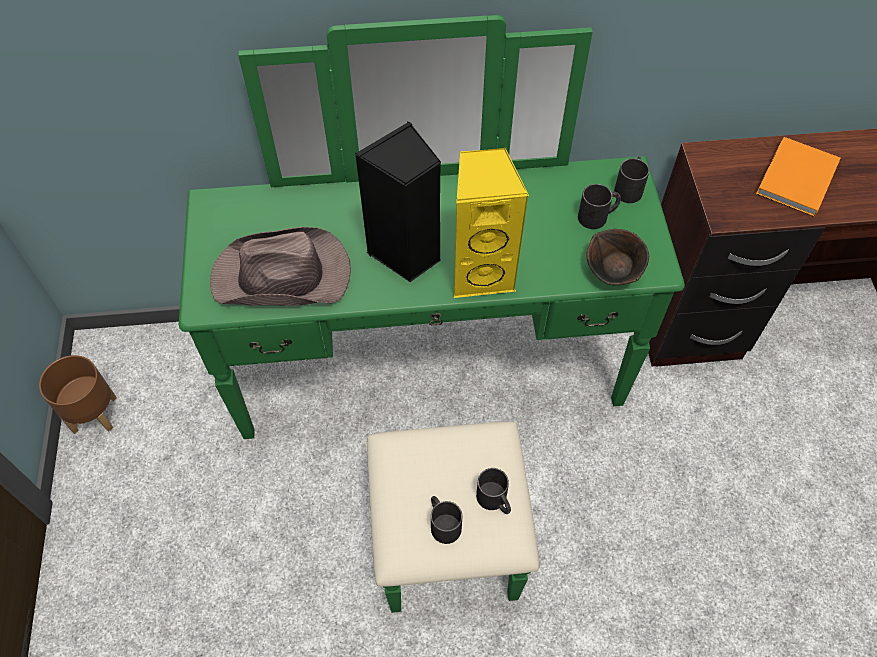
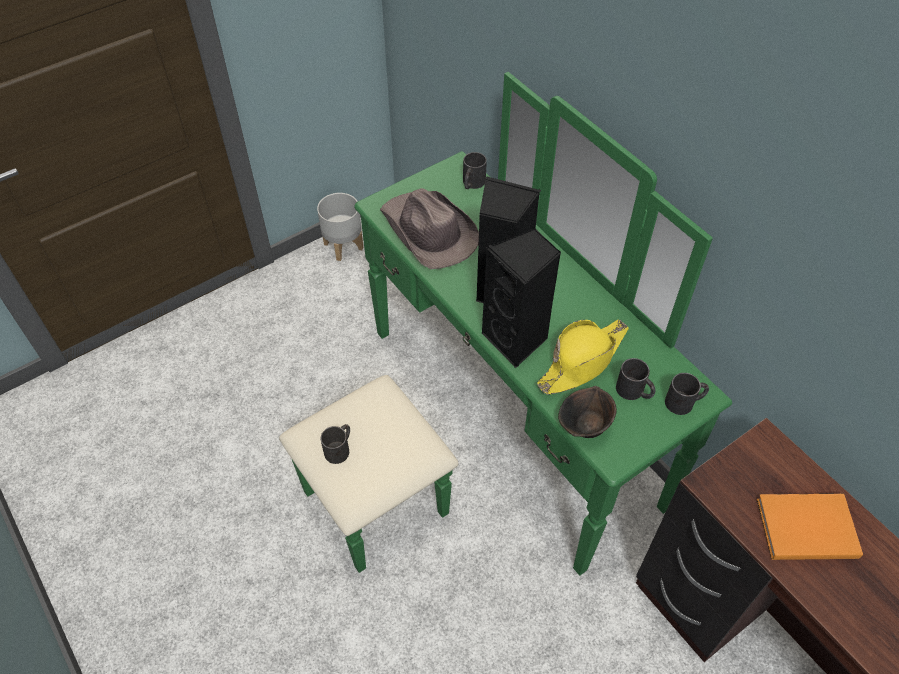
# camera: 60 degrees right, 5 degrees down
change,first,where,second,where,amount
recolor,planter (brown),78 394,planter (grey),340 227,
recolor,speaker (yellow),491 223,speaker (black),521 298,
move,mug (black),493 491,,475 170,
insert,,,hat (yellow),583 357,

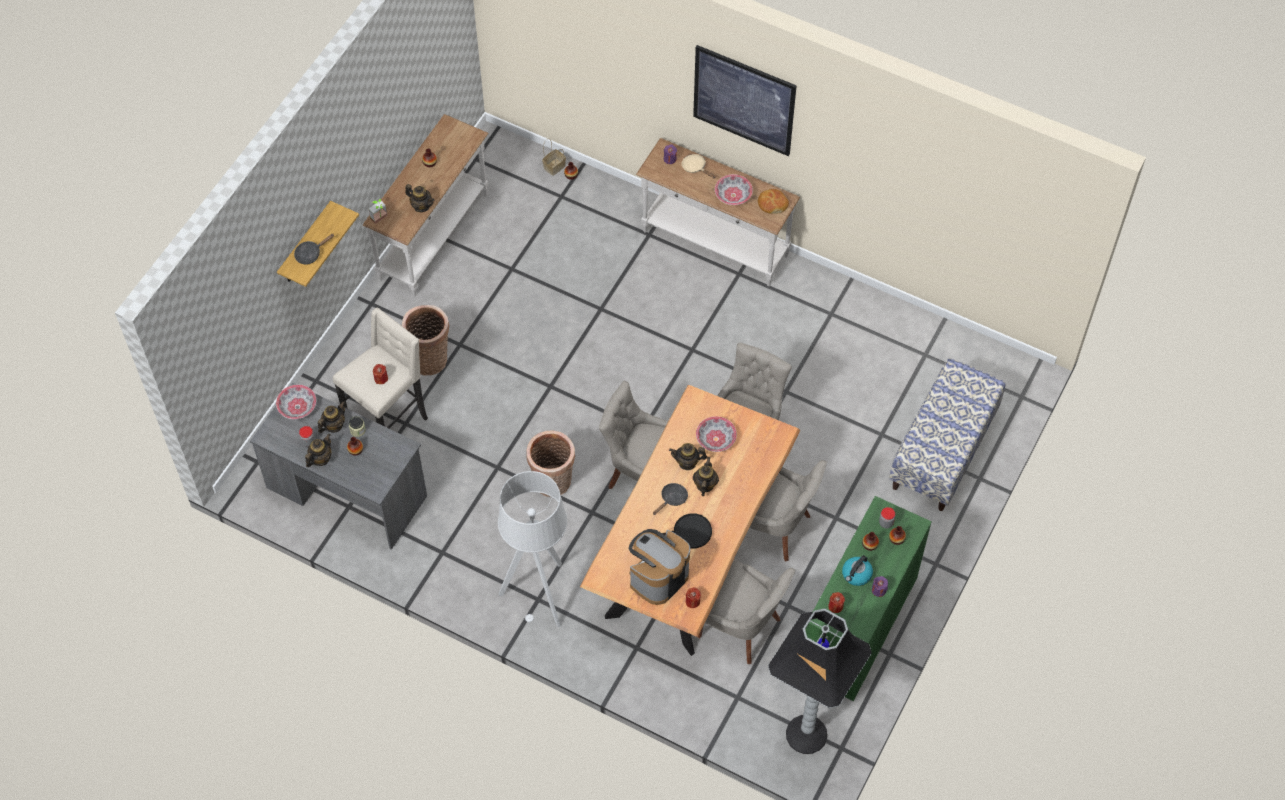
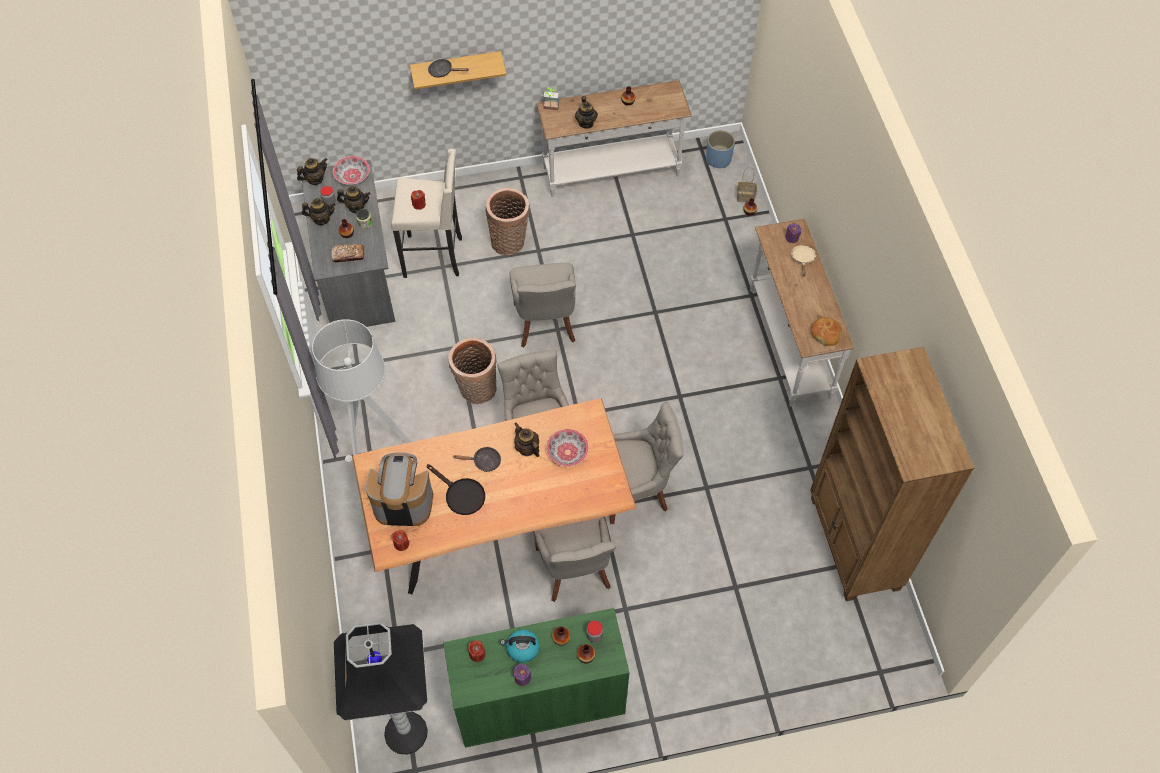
# camera: 50 degrees right, 0 degrees up
change,first,where,second,where,amount
delete,picture,745 100,,,
move,teapot,706 476,,312 171,
move,chair (grey),746 611,,543 305,
delete,bowl,734 189,,,
delete,bench,947 434,,,
insert,,,bread,347 253,
insert,,,planter (blue),720 149,
insert,,,bookcase (brown),892 474,

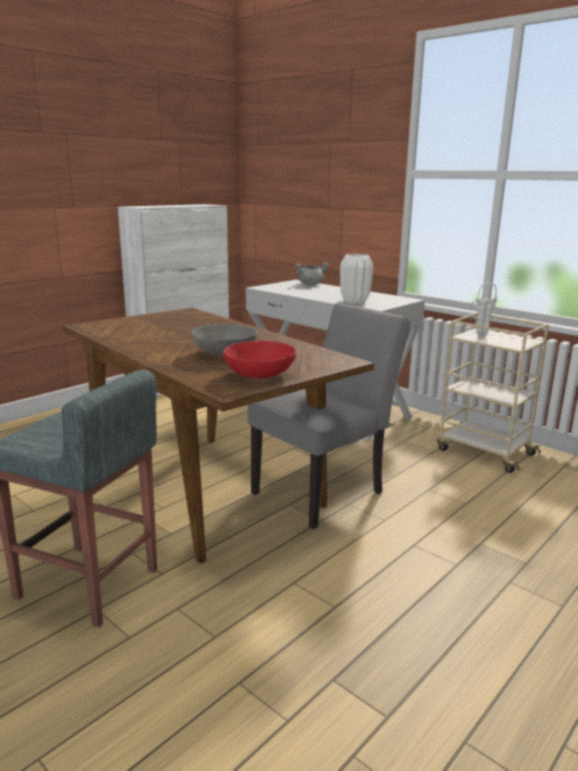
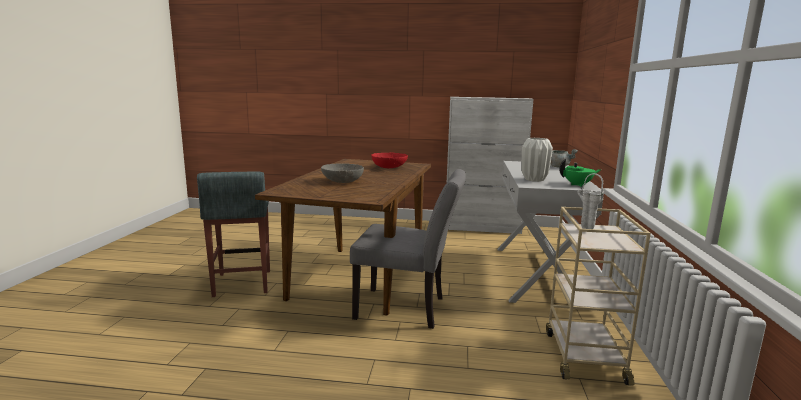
# camera: 55 degrees right, 5 degrees down
change,first,where,second,where,amount
move,bowl (red),259 360,,389 160,
insert,,,teapot (green),580 173,

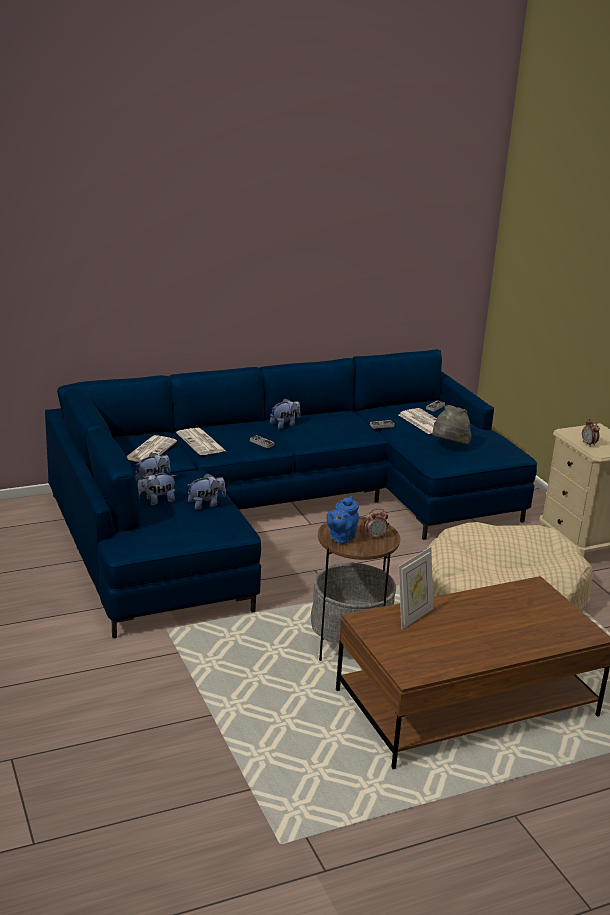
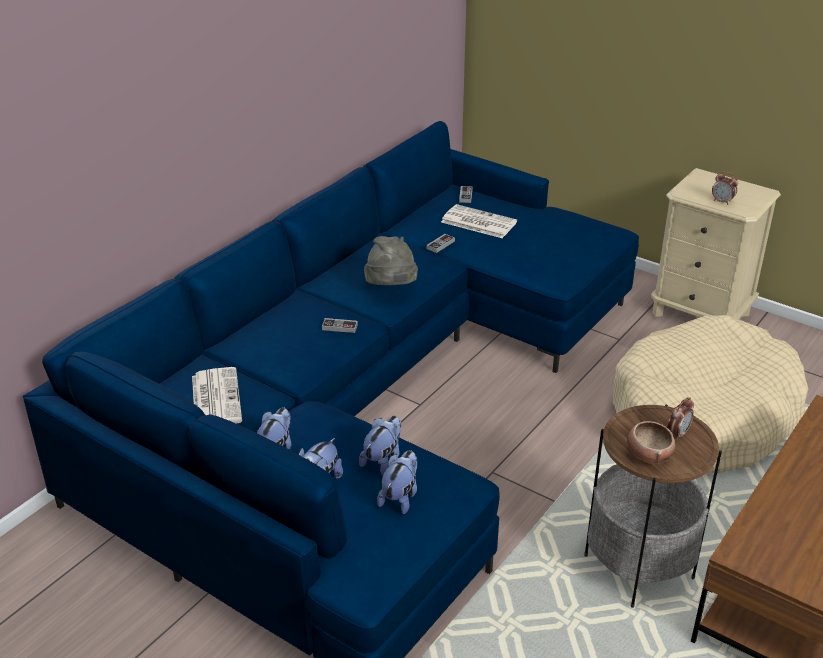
# camera: 30 degrees left, 10 degrees up
change,first,where,second,where,amount
delete,newspaper,201 441,,,
move,plush toy,285 414,,397 482,
replace,teapot (blue),343 520,bowl,651 442,
delete,picture frame,416 588,,,
move,hat (grey),452 425,,391 260,

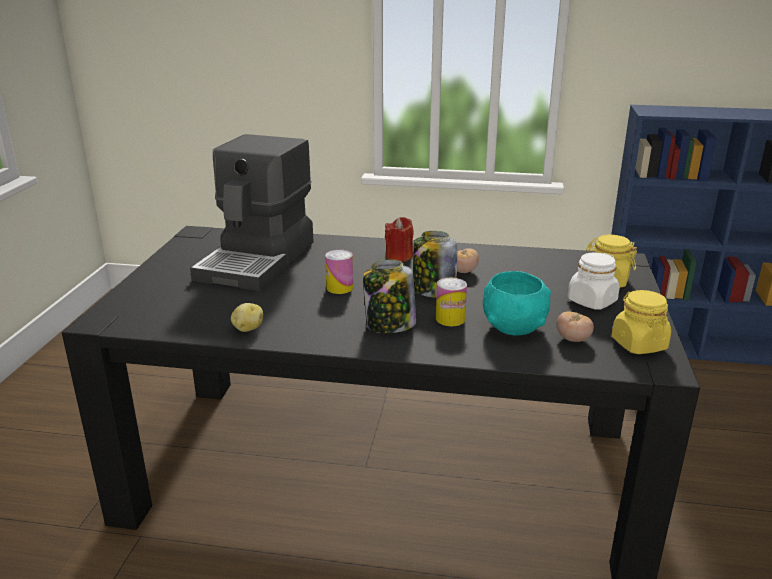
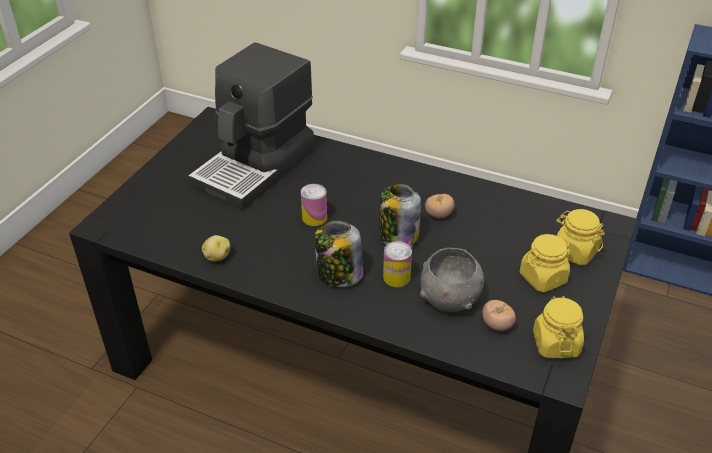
# camera: 15 degrees right, 15 degrees up
change,first,where,second,where,amount
delete,candle (red),399 239,,,
recolor,bowl (turquoise),517 303,bowl (grey),452 280,
recolor,jar (white),594 281,jar (yellow),545 263,

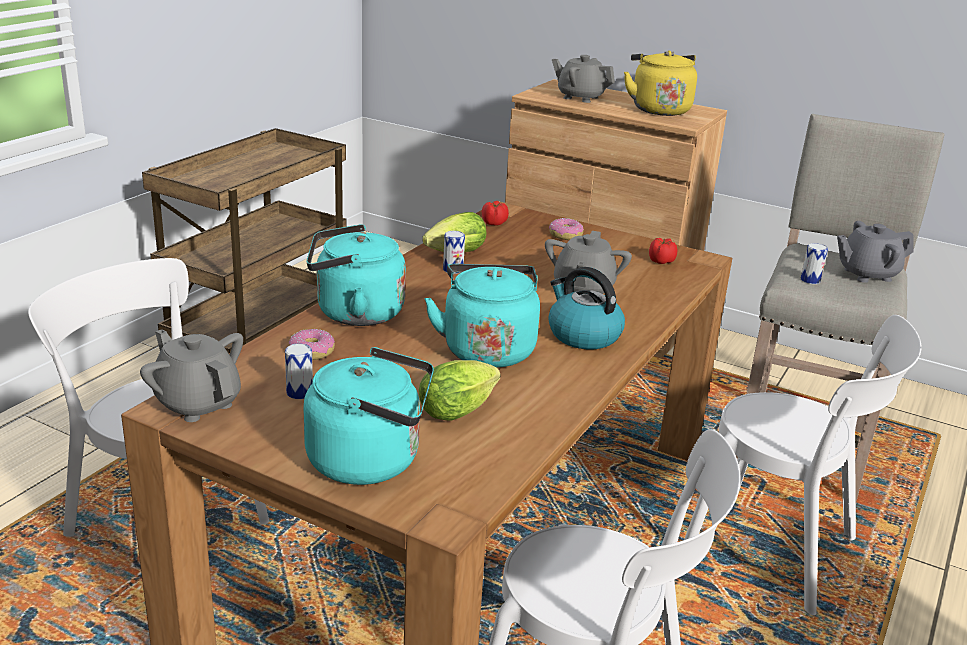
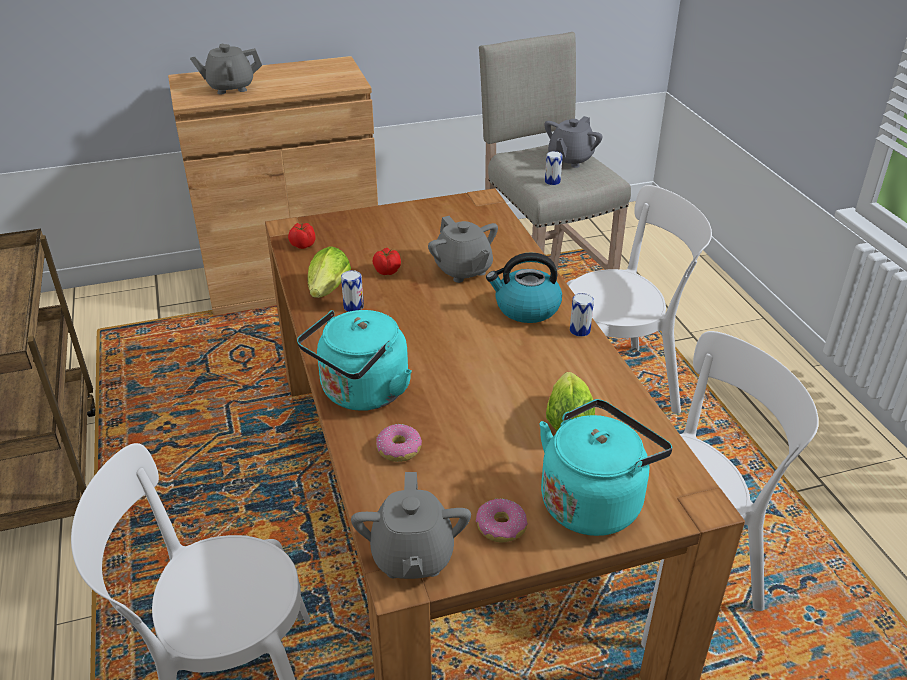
# camera: 45 degrees left, 10 degrees up
change,first,where,second,where,amount
rotate,teapot (grey),191 375,,411 525,90 degrees counterclockwise
move,can,299 371,,582 315,
delete,kettle (turquoise),482 316,,,
move,donut,566 229,,502 521,
delete,kettle (yellow),660 83,,,
move,tomato,663 251,,386 261,

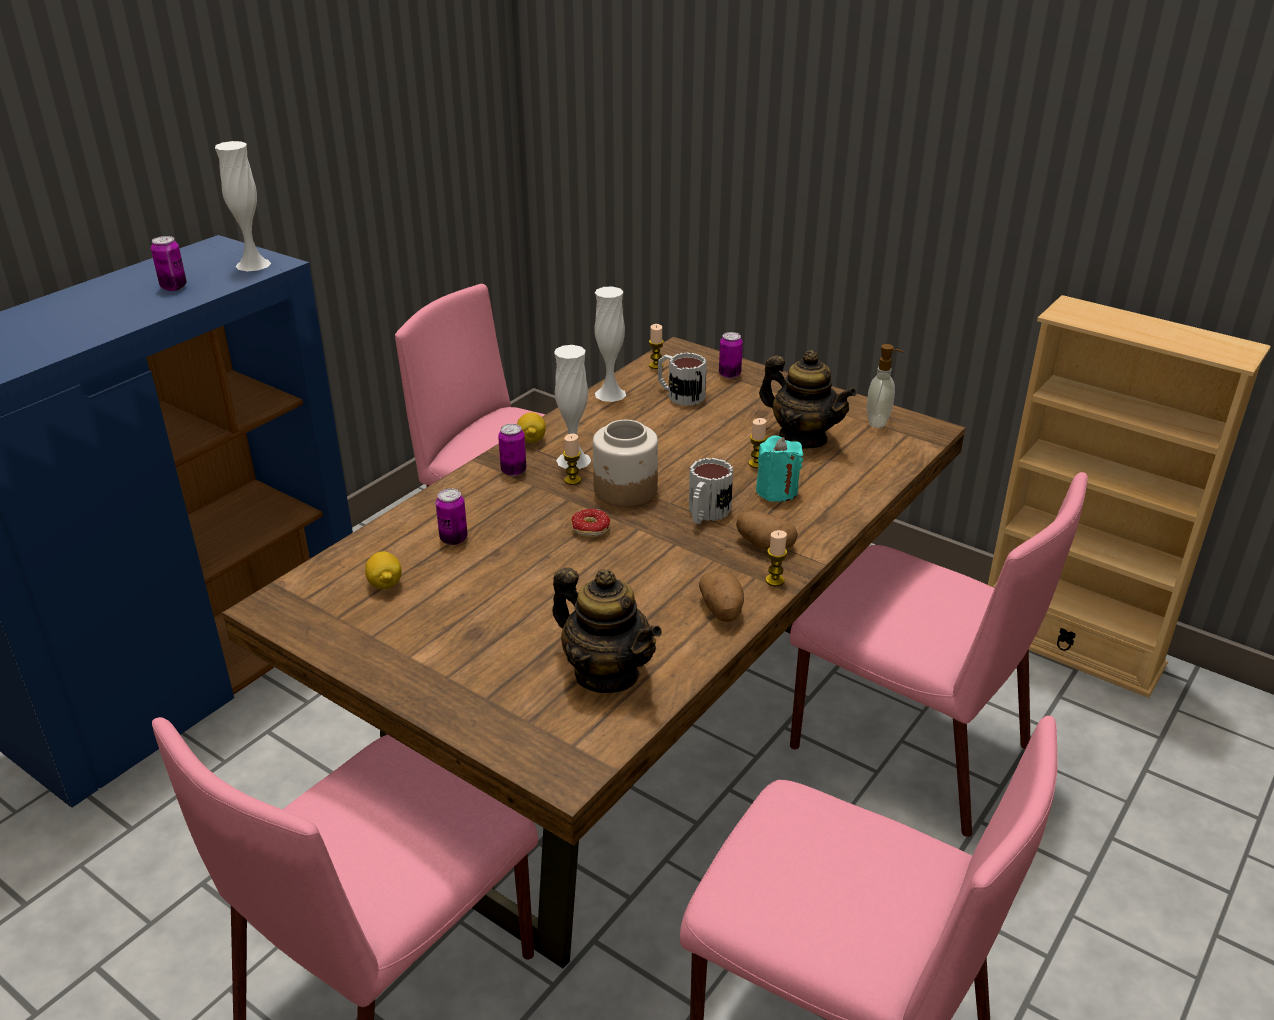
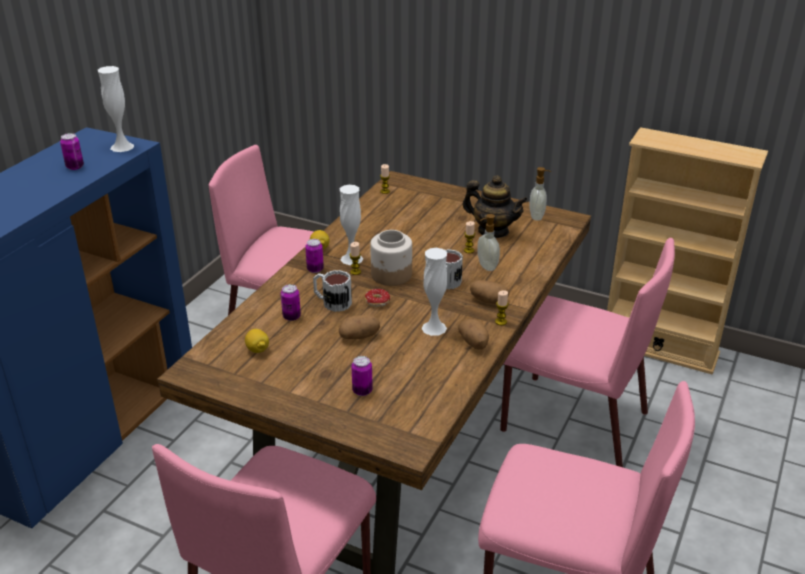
# camera: 10 degrees left, 0 degrees up
change,first,where,second,where,amount
delete,teapot,607 630,,,
move,vase (white),610 344,,434 292,
move,mug,682 379,,332 291,
move,can,731 355,,362 376,
replace,candle (turquoise),779 469,soap dispenser,488 242,
insert,,,potato,359 327,

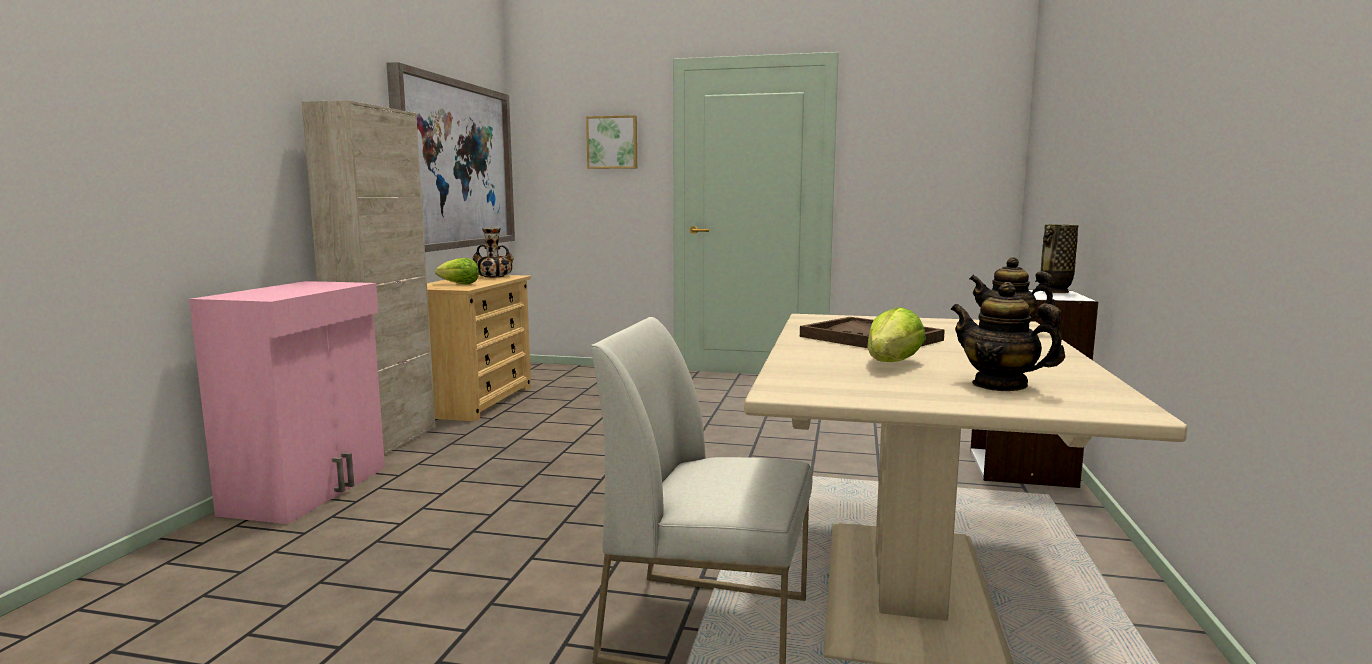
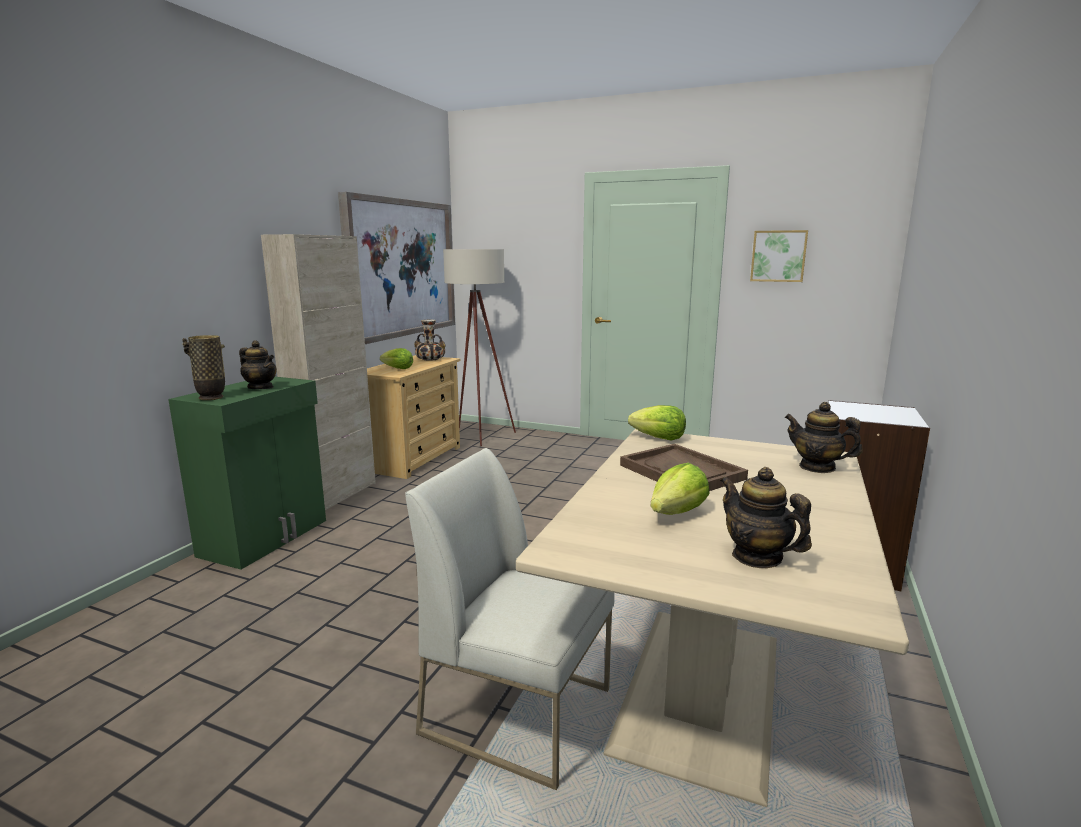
# camera: 10 degrees right, 5 degrees up
change,first,where,second,where,amount
recolor,cabinet (pink),287 402,cabinet (green),247 473,
move,picture,611 142,,779 256,
move,vase,1060 258,,203 367,
insert,,,teapot,258 364,
insert,,,floor lamp (beige),479 347,
insert,,,lettuce,657 423,

